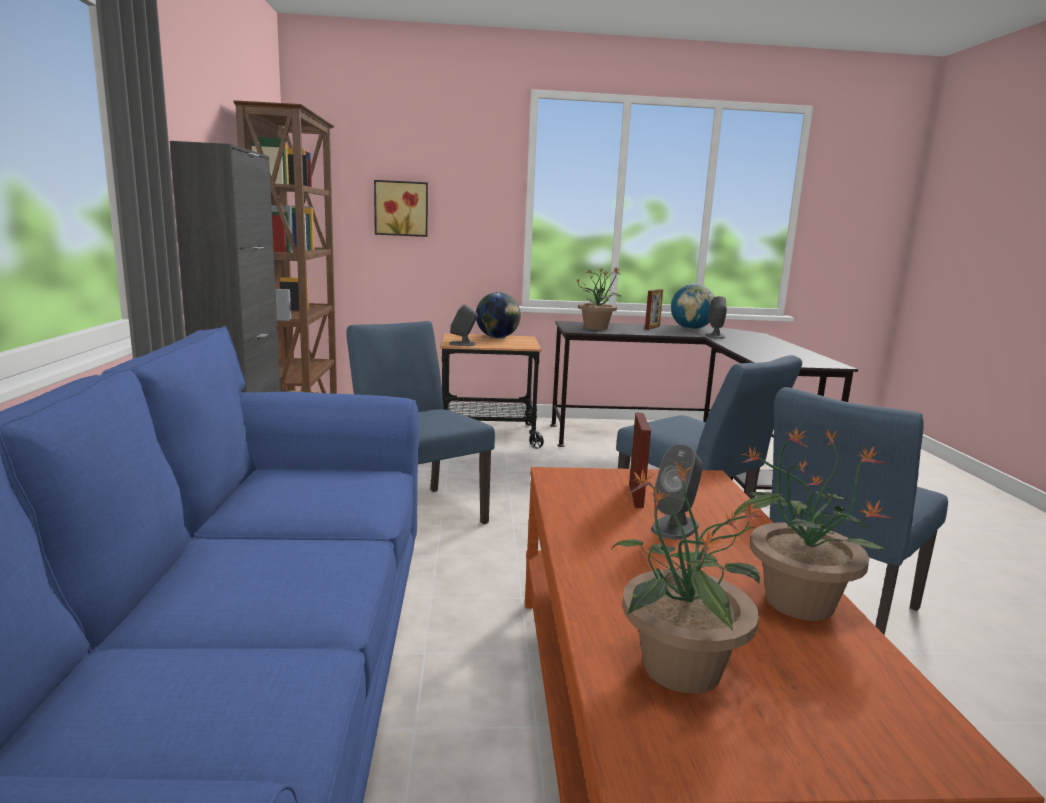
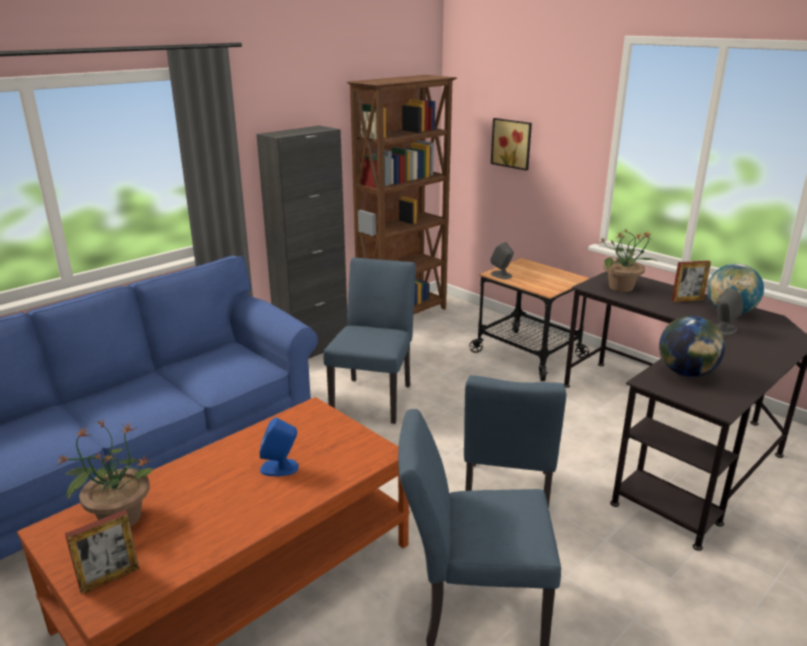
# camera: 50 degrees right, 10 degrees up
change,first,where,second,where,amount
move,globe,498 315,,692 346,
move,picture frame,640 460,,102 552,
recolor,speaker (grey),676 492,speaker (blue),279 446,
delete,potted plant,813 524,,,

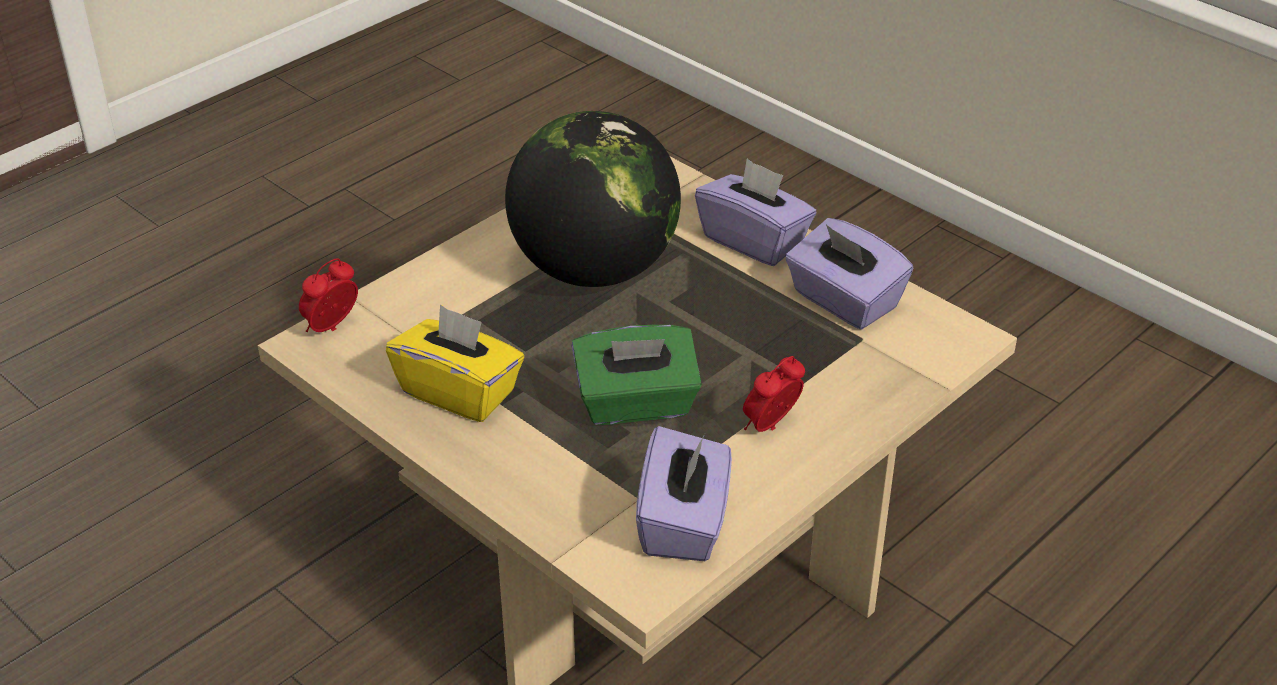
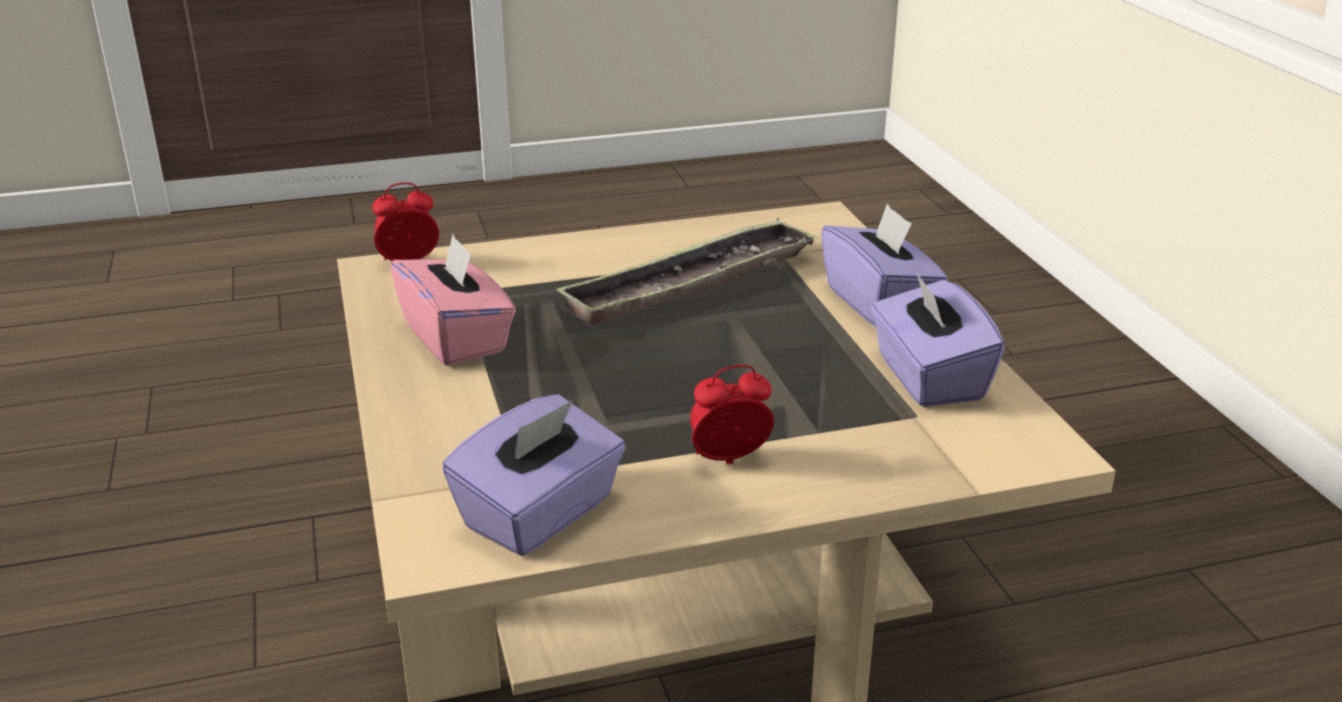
# camera: 30 degrees right, 10 degrees down
change,first,where,second,where,amount
recolor,tissue box (yellow),455 363,tissue box (pink),453 300,
replace,globe,593 199,tray,687 272,
delete,tissue box (green),637 375,,,

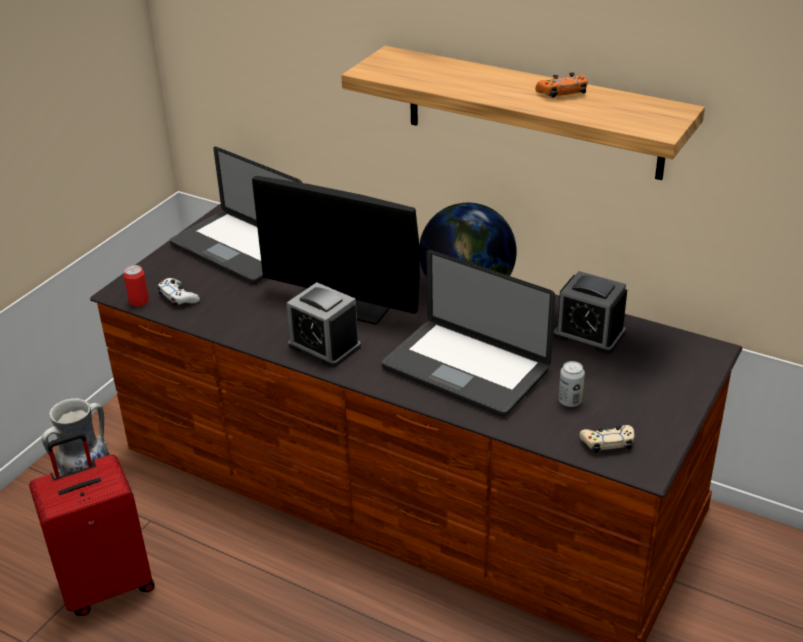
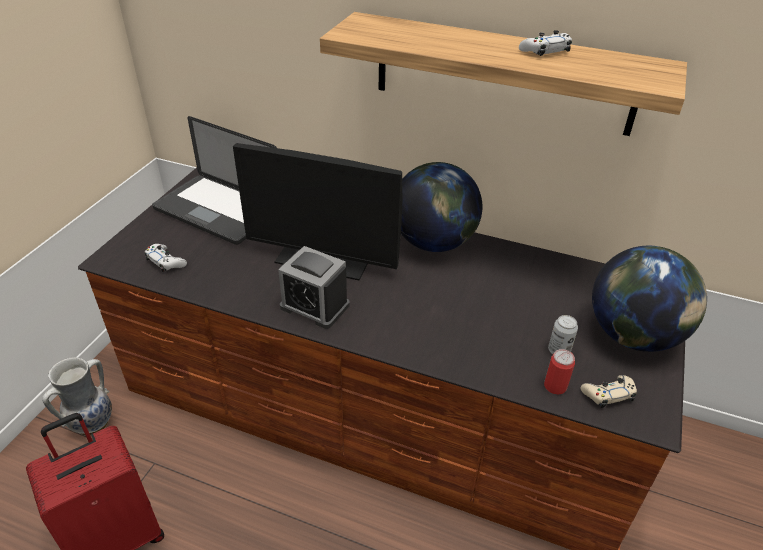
# camera: 10 degrees left, 5 degrees up
change,first,where,second,where,amount
move,can,136 286,,559 371,
delete,laptop,468 333,,,
recolor,game controller (orange),561 85,game controller (white),545 43,
delete,alarm clock,590 312,,,
insert,,,globe,649 299,

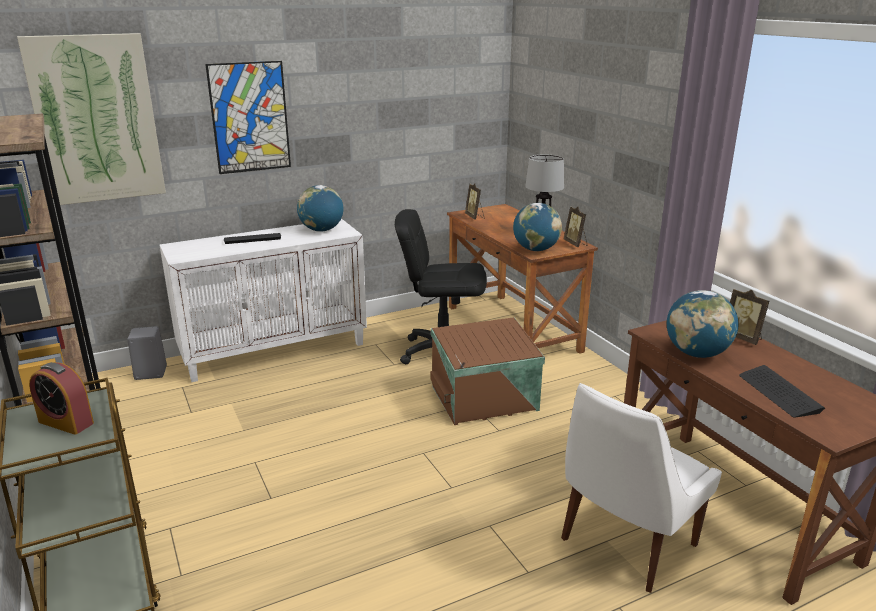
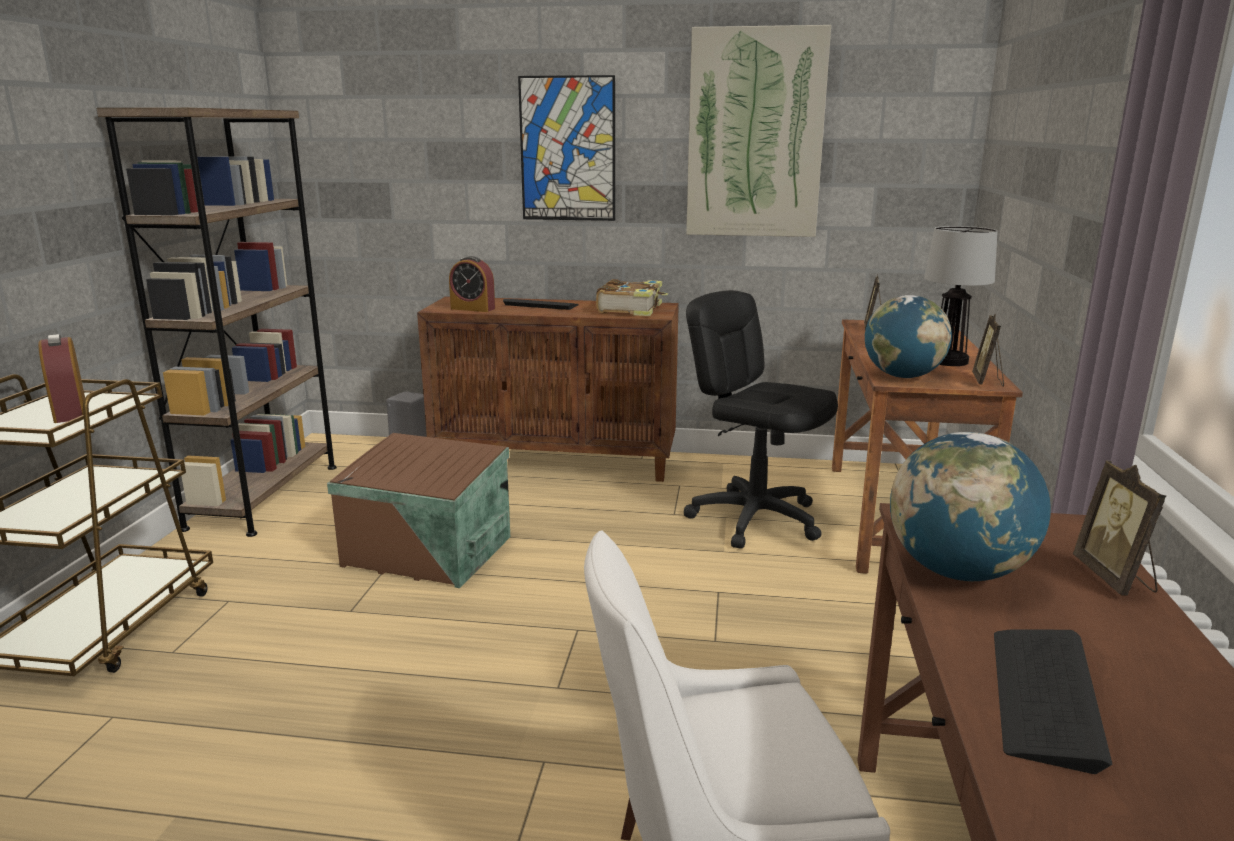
# camera: 35 degrees right, 5 degrees down
change,first,where,second,where,amount
move,picture,91 119,,758 131,
recolor,cabinet (white),263 300,cabinet (brown),548 389,
replace,globe,320 208,book,632 297,
move,storage box (brown),488 371,,418 510,
insert,,,alarm clock,472 284,

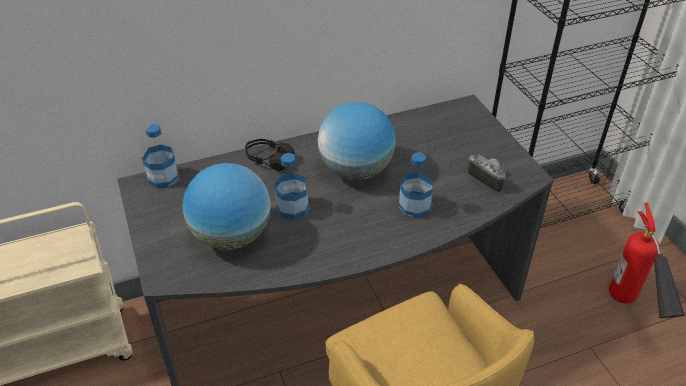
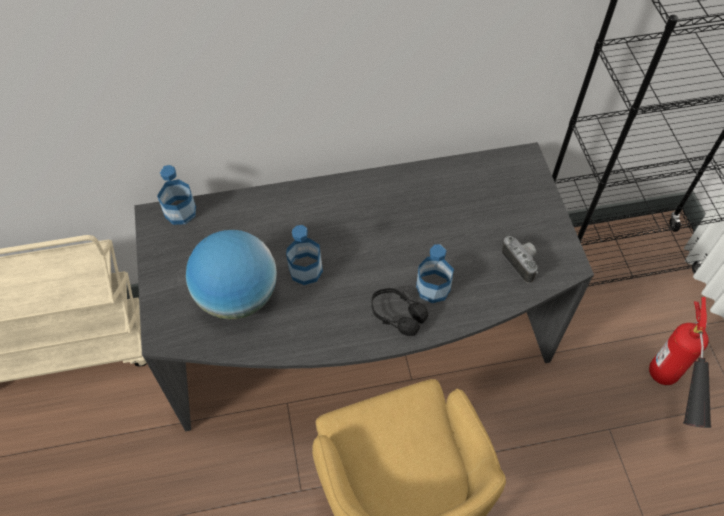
# camera: 10 degrees right, 15 degrees up
change,first,where,second,where,amount
move,headphones (black),270 155,,399 312,
delete,globe,357 141,,,

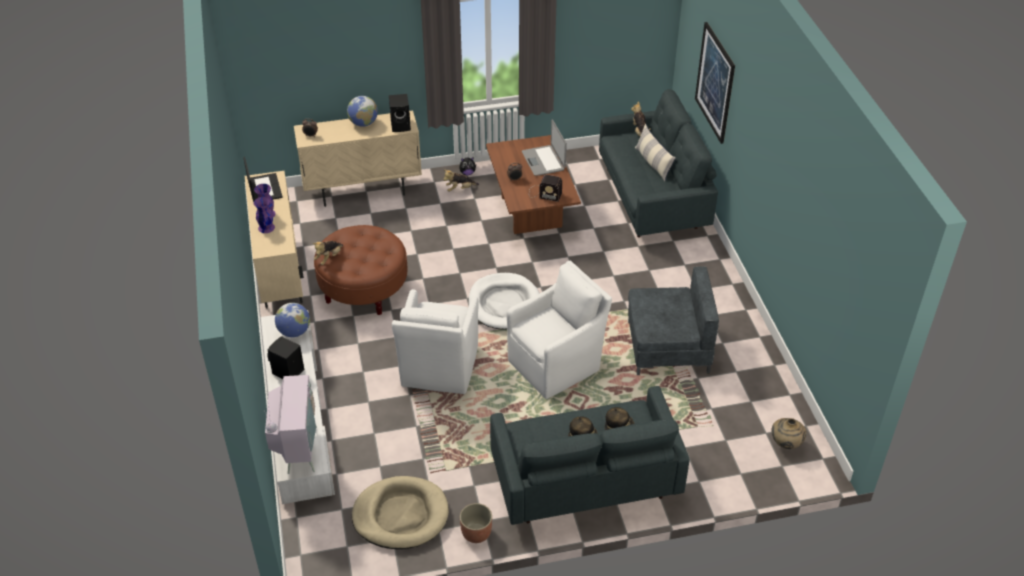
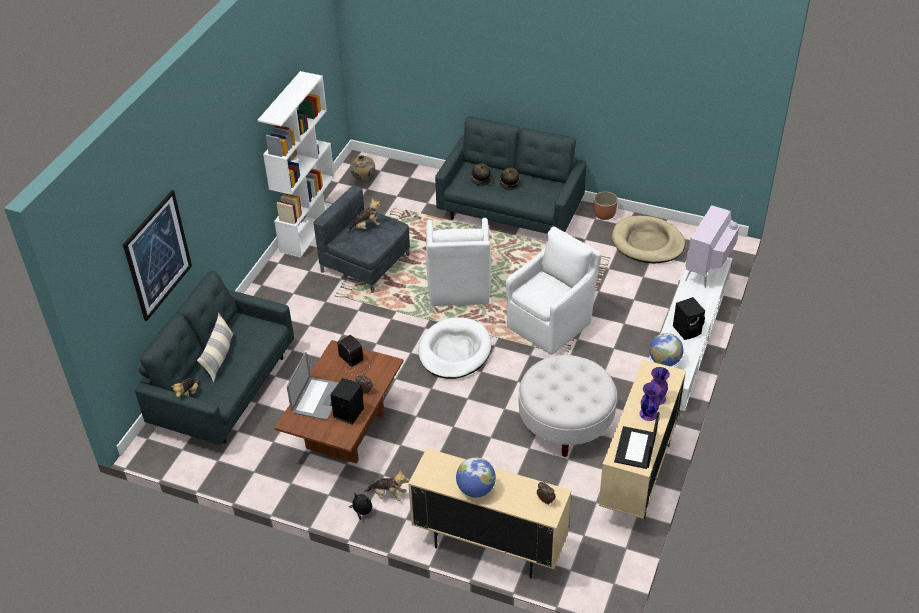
# camera: 145 degrees left, 0 degrees up
change,first,where,second,where,amount
move,plush toy,328 253,,364 215,
recolor,ottoman (brown),361 270,ottoman (white),568 406,
move,speaker (black),400 113,,347 401,
rotate,armchair (white),559 329,,458 262,90 degrees counterclockwise
insert,,,bookcase (white),296 164,

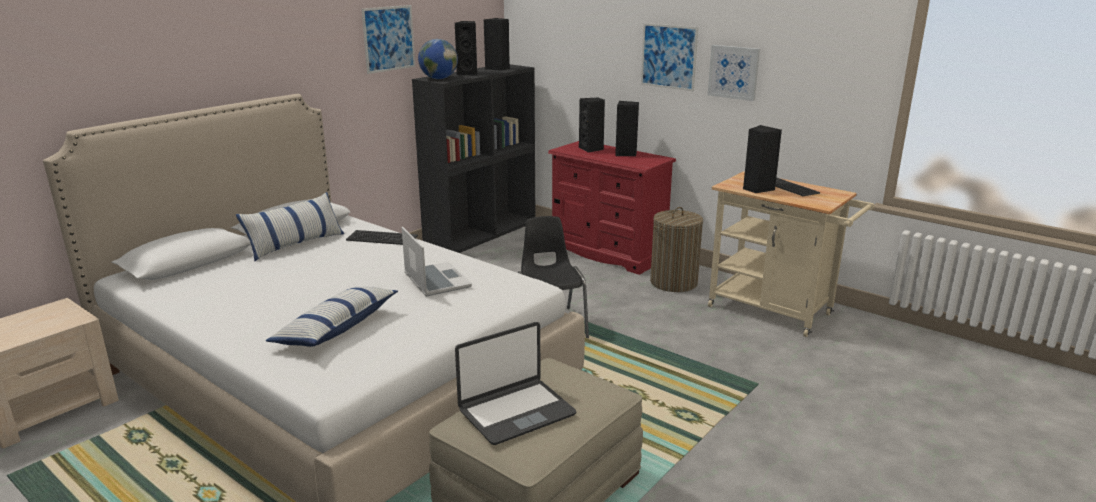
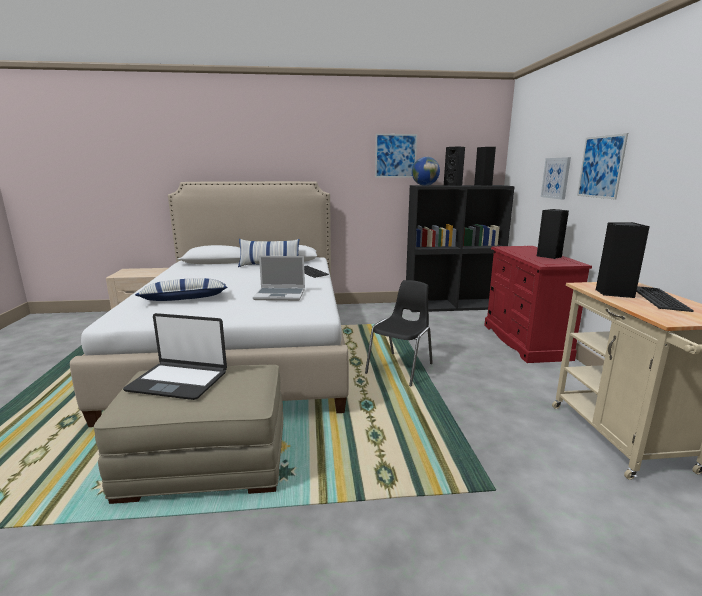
# camera: 45 degrees right, 5 degrees down
change,first,where,second,where,amount
rotate,laptop,437 262,,279 278,75 degrees clockwise
delete,speaker (black),592 124,,,
delete,laundry basket,676 249,,,
move,picture,734 73,,556 178,

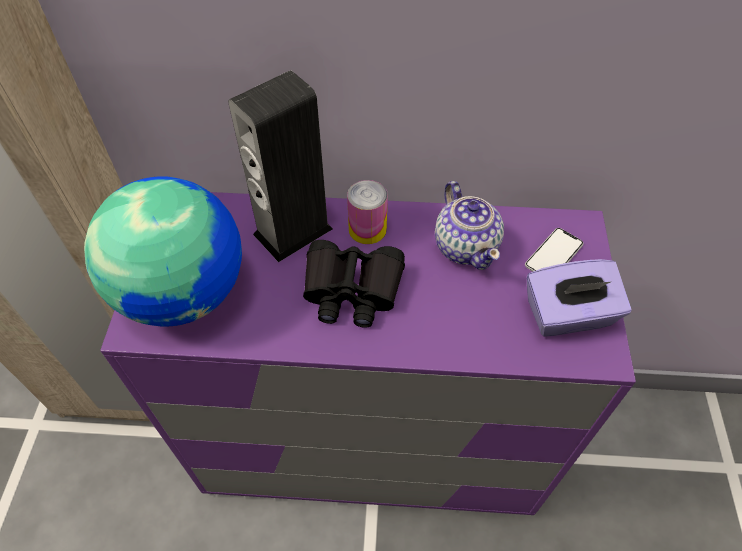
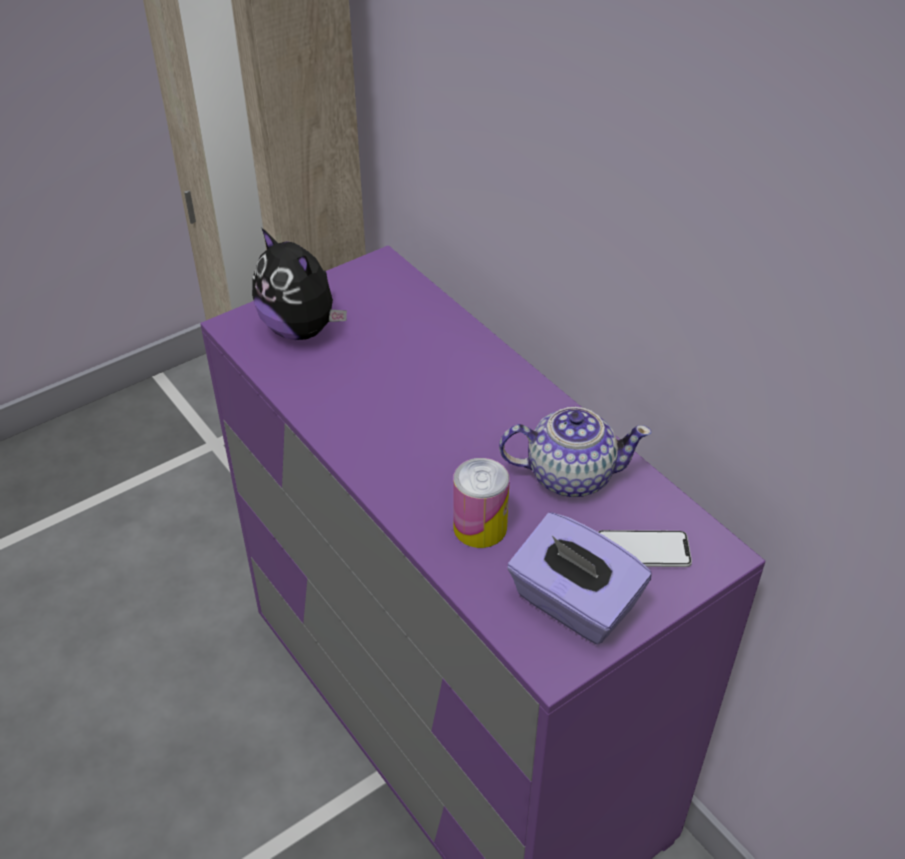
# camera: 50 degrees right, 10 degrees down
change,first,where,second,where,amount
replace,globe,163 251,plush toy,299 284,
delete,speaker,280 166,,,
delete,binoculars (black),354 284,,,
move,can,367 212,,481 503,
rotate,teapot,469 225,,575 452,120 degrees counterclockwise

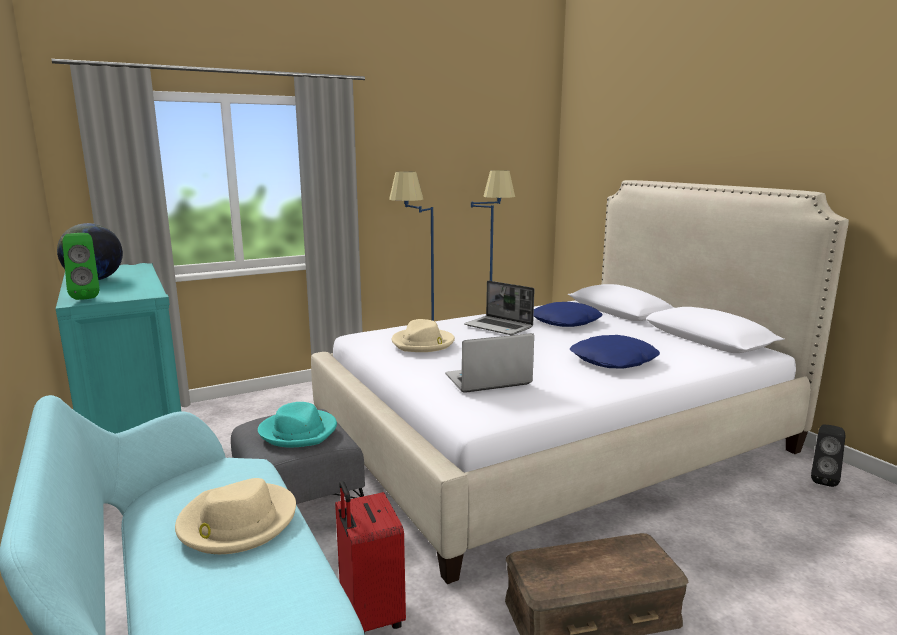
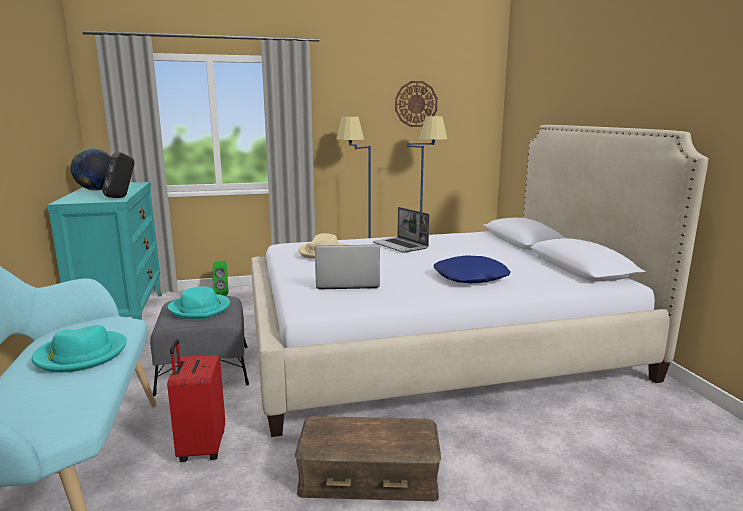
# camera: 15 degrees right, 0 degrees up
change,first,where,second,where,amount
move,speaker (green),81 266,,221 278,
recolor,hat (beige),235 516,hat (turquoise),79 349,
delete,pillow (blue),568 314,,,
move,speaker (black),828 455,,118 175,
insert,,,wall clock,416 104,

